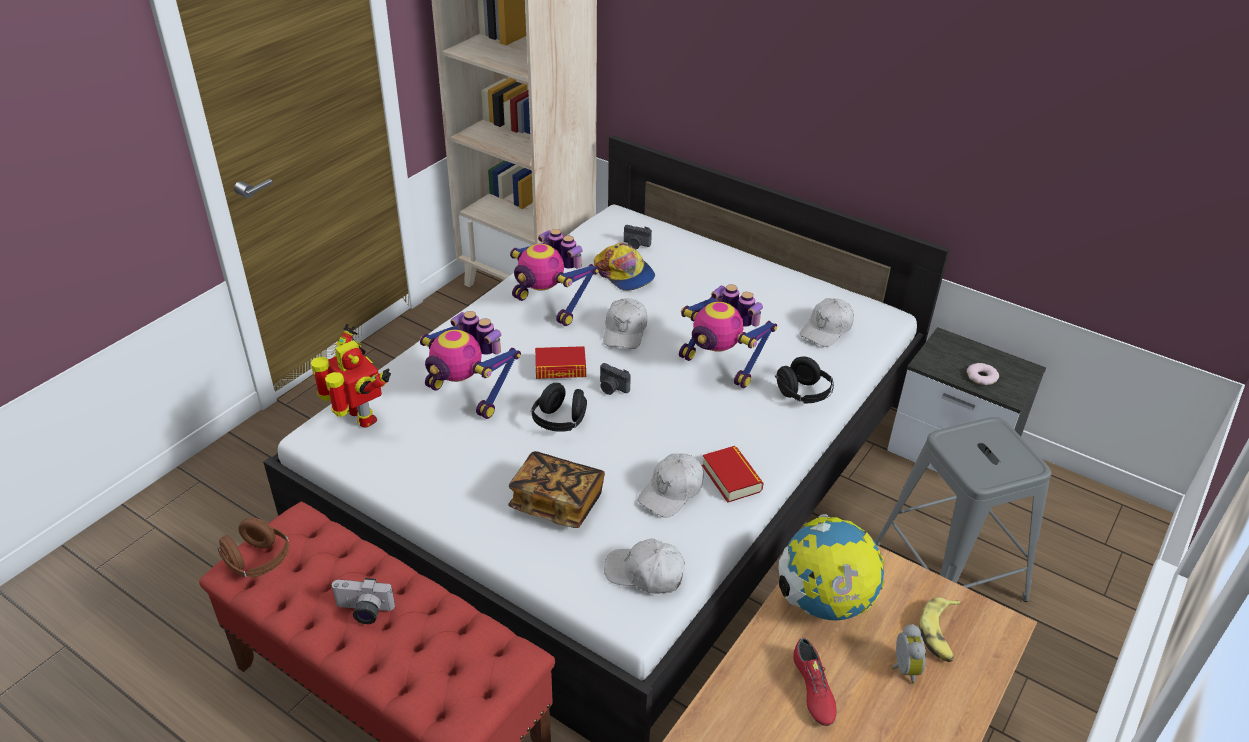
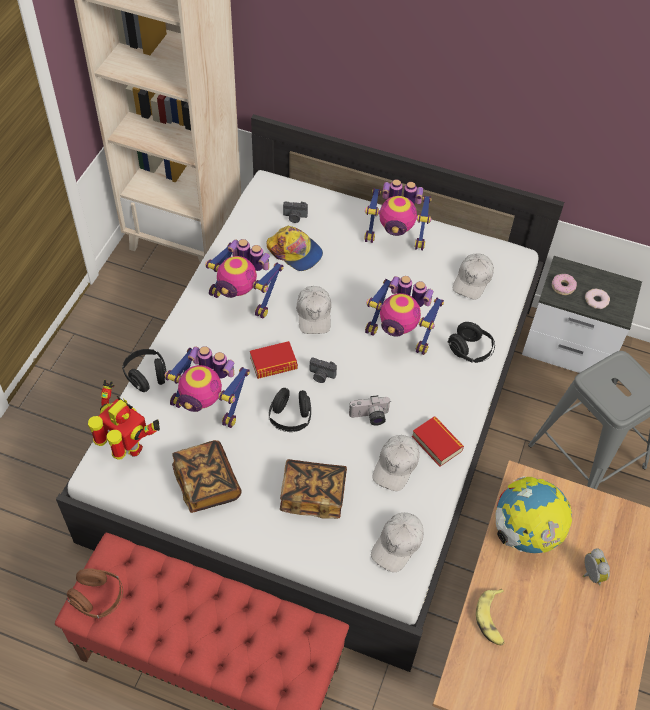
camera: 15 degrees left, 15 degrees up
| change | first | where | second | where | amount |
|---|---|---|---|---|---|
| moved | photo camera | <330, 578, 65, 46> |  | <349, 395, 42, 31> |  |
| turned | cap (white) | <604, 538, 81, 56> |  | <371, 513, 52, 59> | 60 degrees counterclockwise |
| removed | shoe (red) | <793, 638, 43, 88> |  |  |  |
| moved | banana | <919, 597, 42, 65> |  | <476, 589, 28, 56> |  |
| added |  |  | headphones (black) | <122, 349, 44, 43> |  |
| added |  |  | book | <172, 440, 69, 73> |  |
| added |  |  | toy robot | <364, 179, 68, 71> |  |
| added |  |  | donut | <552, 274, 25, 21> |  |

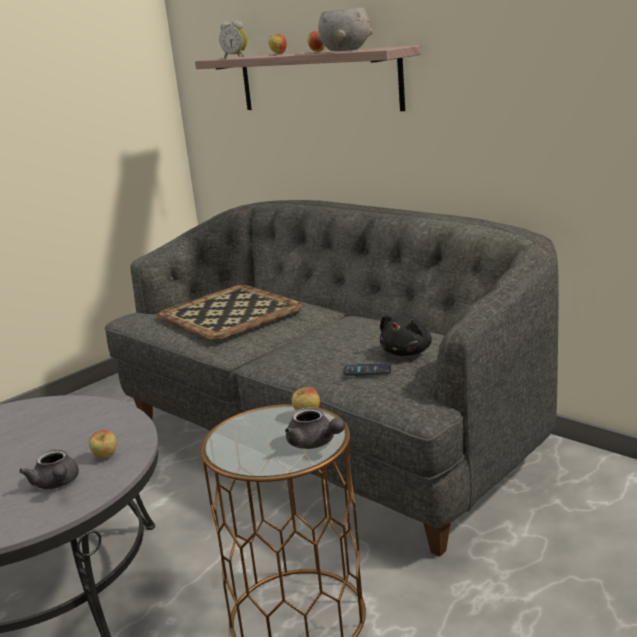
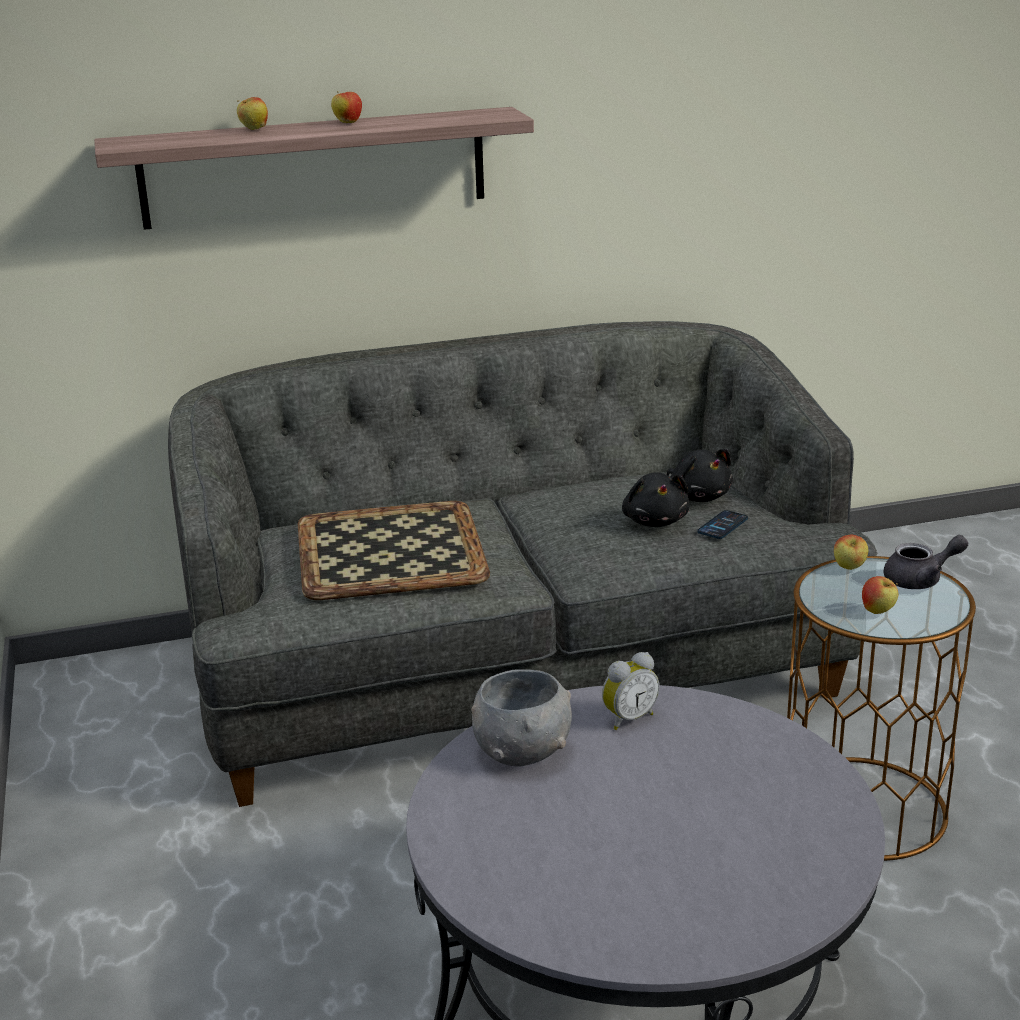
camera: 60 degrees left, 5 degrees up
| change | first | where | second | where | amount |
|---|---|---|---|---|---|
| removed | teapot (grey) | <19, 449, 60, 40> |  |  |  |
| moved | apple | <89, 430, 28, 28> |  | <862, 576, 36, 38> |  |
| moved | alarm clock | <219, 20, 28, 38> |  | <602, 652, 58, 78> |  |
| moved | bowl (grey) | <317, 8, 56, 43> |  | <471, 669, 101, 98> |  |
| added |  |  | plush toy (black) | <622, 472, 67, 55> |  |

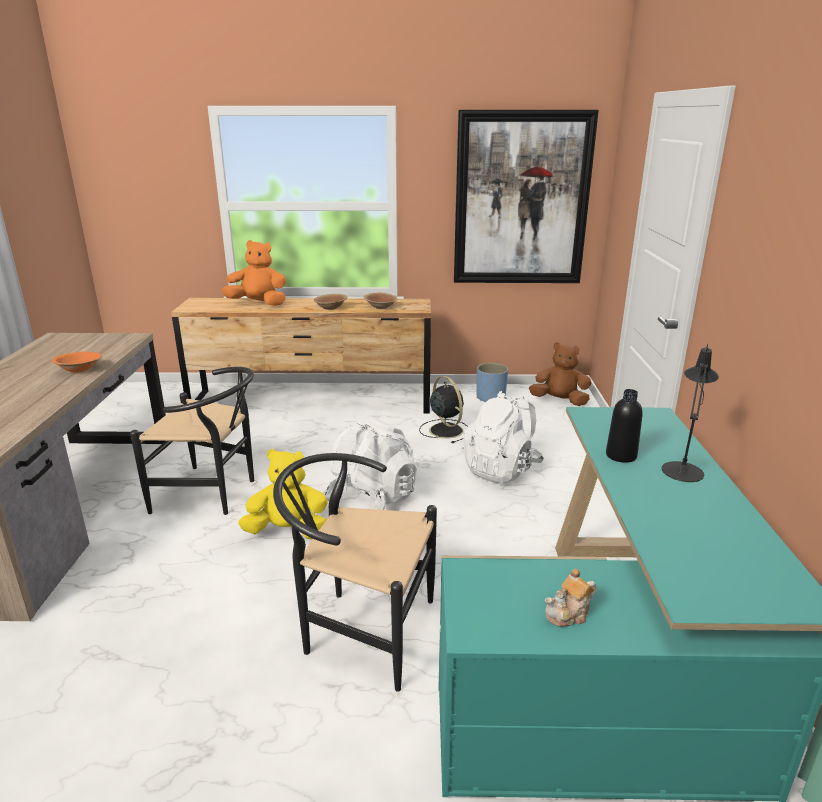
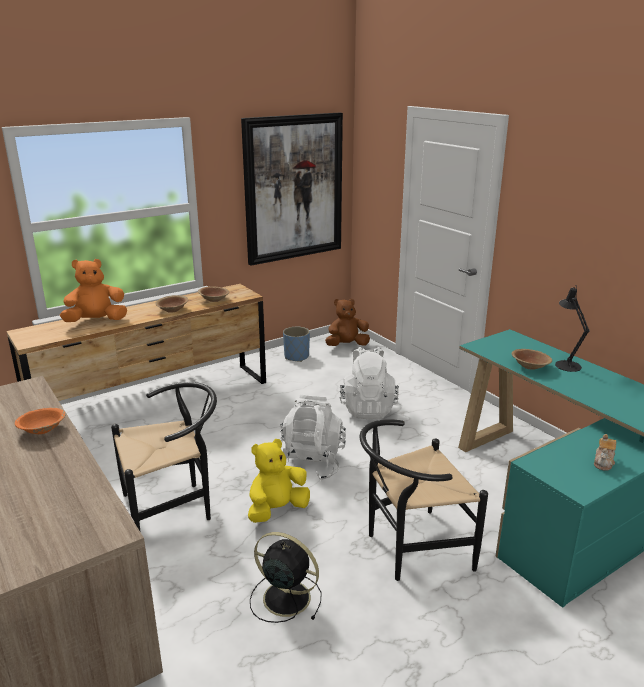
camera: 35 degrees left, 0 degrees up
| change | first | where | second | where | amount |
|---|---|---|---|---|---|
| moved | fan (black) | <419, 376, 49, 67> |  | <250, 532, 72, 91> |  |
| replaced | bottle (black) | <606, 389, 37, 74> | bowl (brown) | <512, 349, 40, 21> |  |

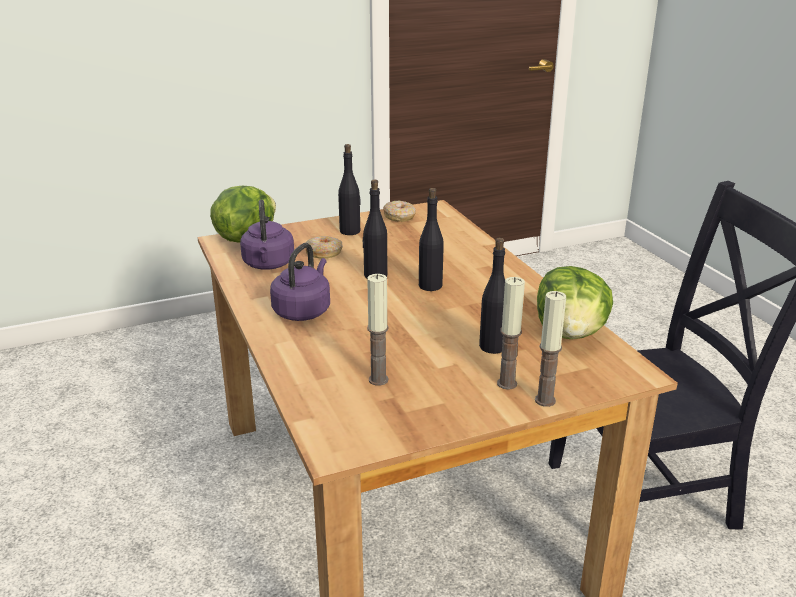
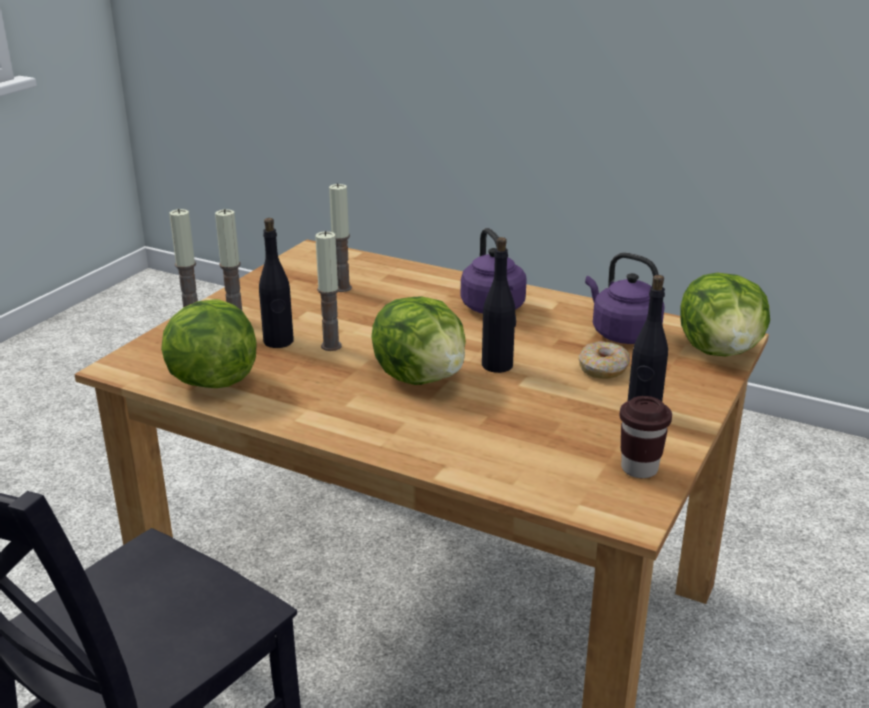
camera: 140 degrees right, 0 degrees up
| change | first | where | second | where | amount |
|---|---|---|---|---|---|
| replaced | donut | <383, 201, 33, 21> | cup (brown) | <620, 396, 52, 82> |  |
| replaced | bottle (black) | <419, 188, 25, 103> | lettuce | <371, 296, 95, 89> |  |
| added |  |  | candle | <315, 231, 27, 120> |  |

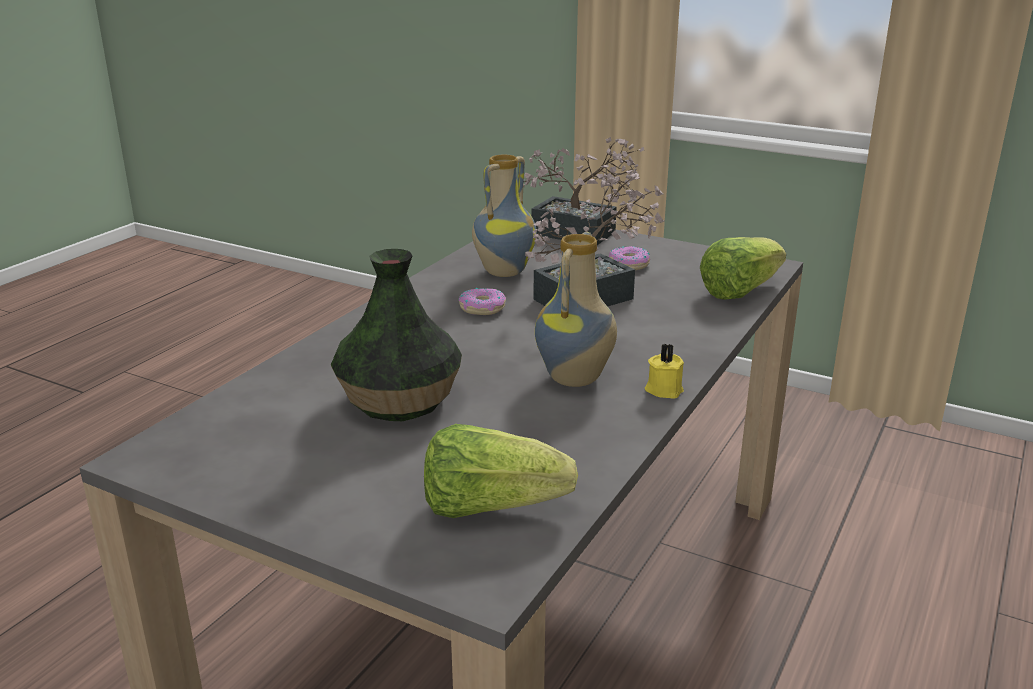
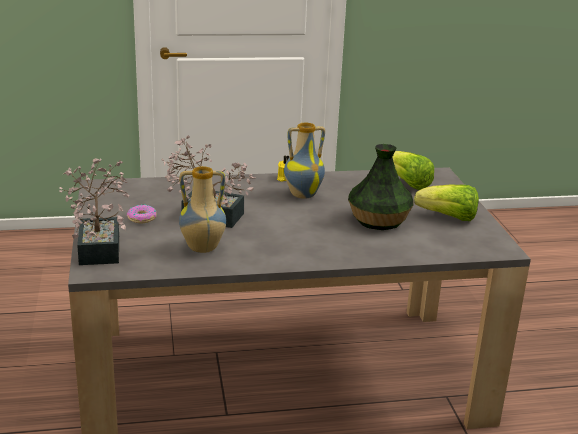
camera: 130 degrees left, 0 degrees up
| change | first | where | second | where | amount |
|---|---|---|---|---|---|
| removed | donut | <459, 288, 47, 27> |  |  |  |
| moved | lettuce | <700, 237, 86, 63> |  | <414, 184, 65, 37> |  |

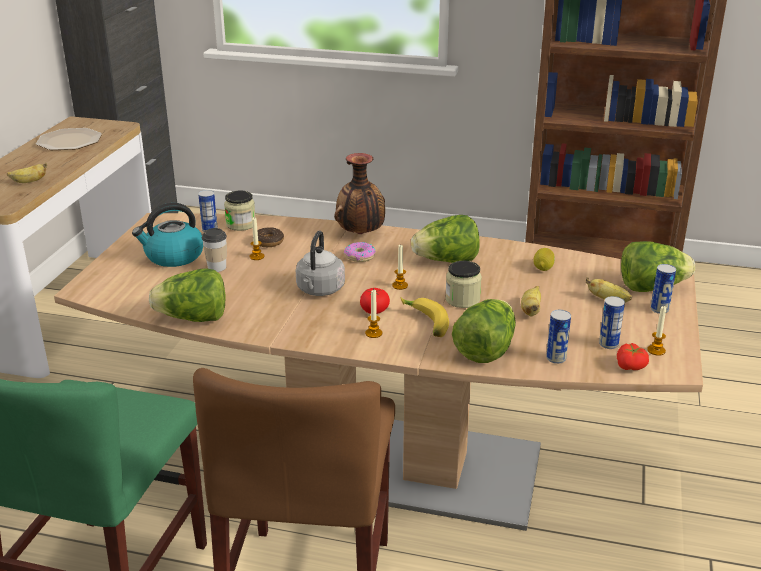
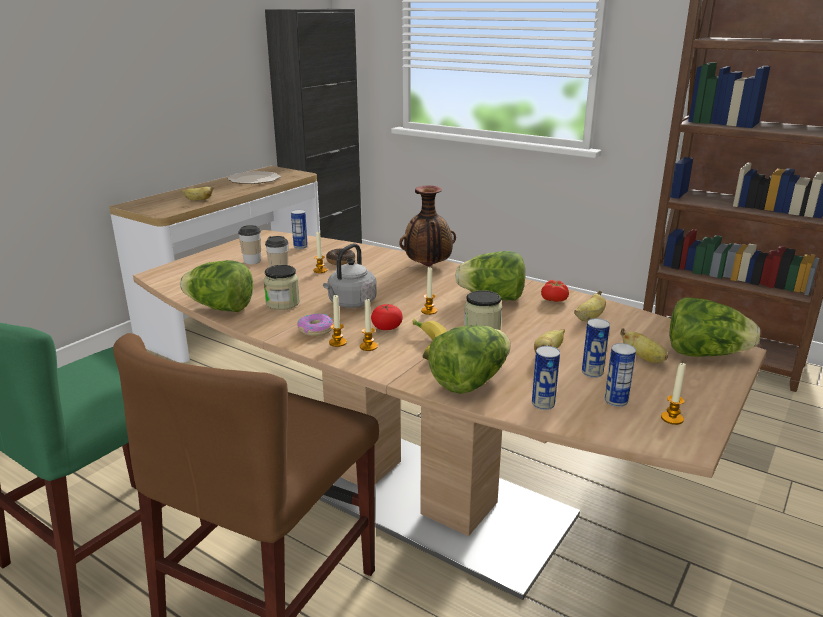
camera: 20 degrees right, 5 degrees down
| change | first | where | second | where | amount |
|---|---|---|---|---|---|
| replaced | kettle | <132, 203, 71, 64> | cup | <238, 225, 23, 39> |  |
| moved | jar | <224, 190, 31, 41> |  | <263, 265, 37, 45> |  |
| moved | donut | <344, 242, 32, 20> |  | <297, 313, 36, 23> |  |
| replaced | lemon | <533, 248, 22, 23> | banana | <574, 291, 32, 30> |  |
| moved | tomato | <617, 343, 32, 27> |  | <541, 280, 28, 22> |  |
| moved | can | <651, 264, 25, 50> |  | <582, 318, 28, 60> |  |
| added |  |  | candle | <329, 294, 18, 53> |  |

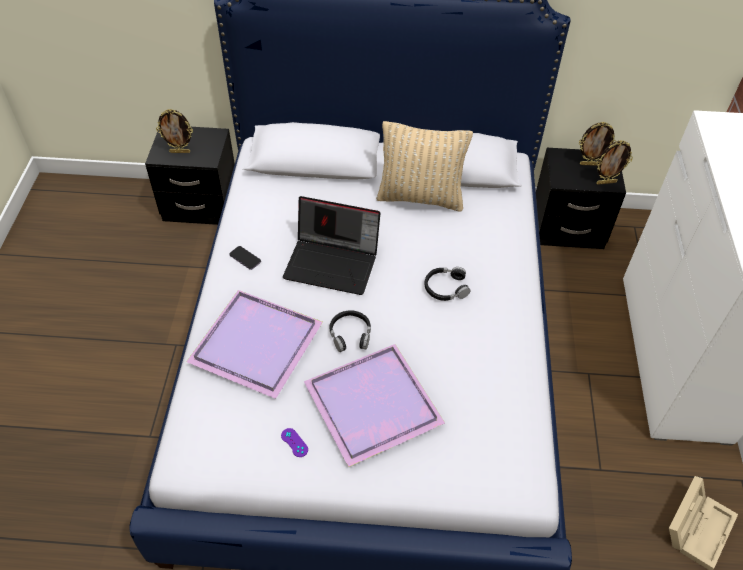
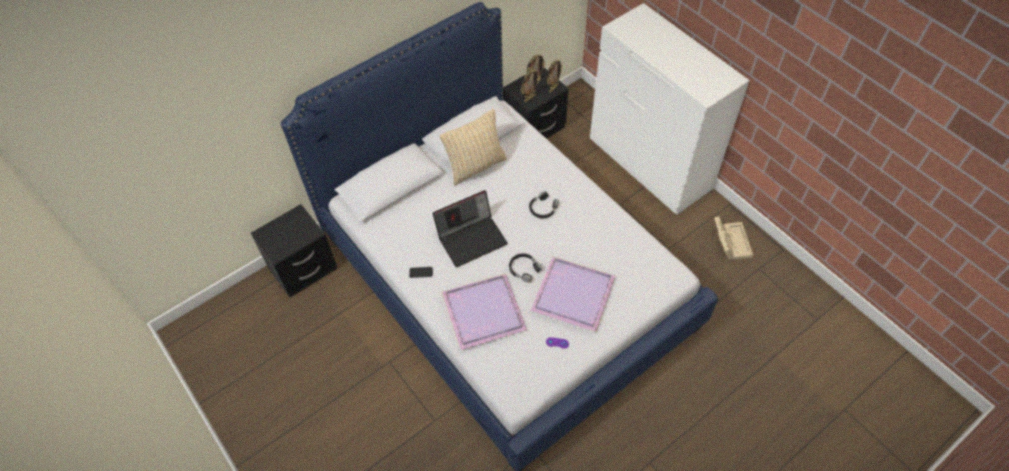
camera: 40 degrees left, 5 degrees up
| change | first | where | second | where | amount |
|---|---|---|---|---|---|
| moved | picture frame | <156, 109, 37, 44> |  | <521, 70, 19, 32> |  |

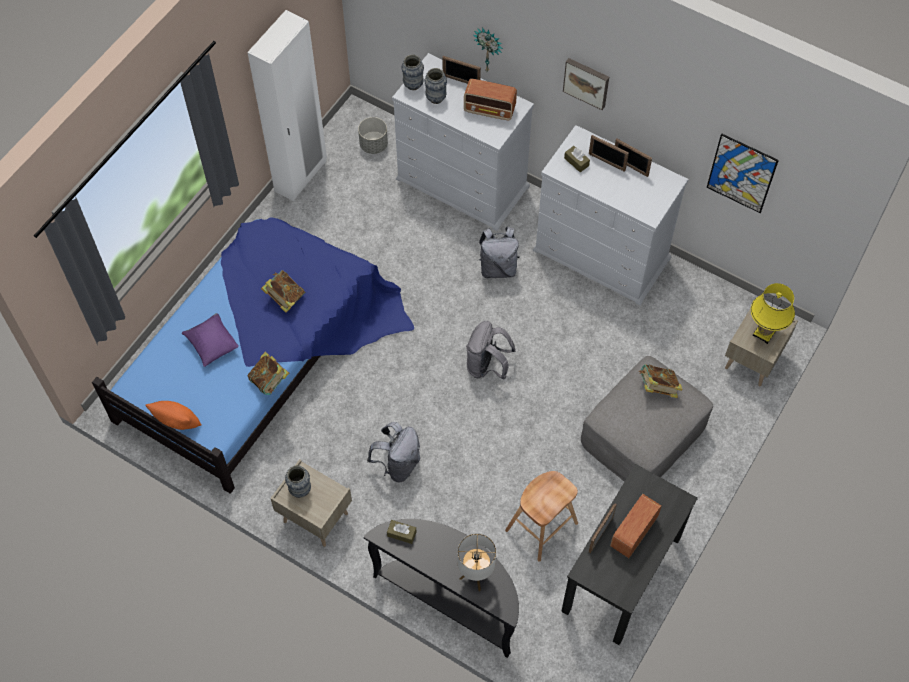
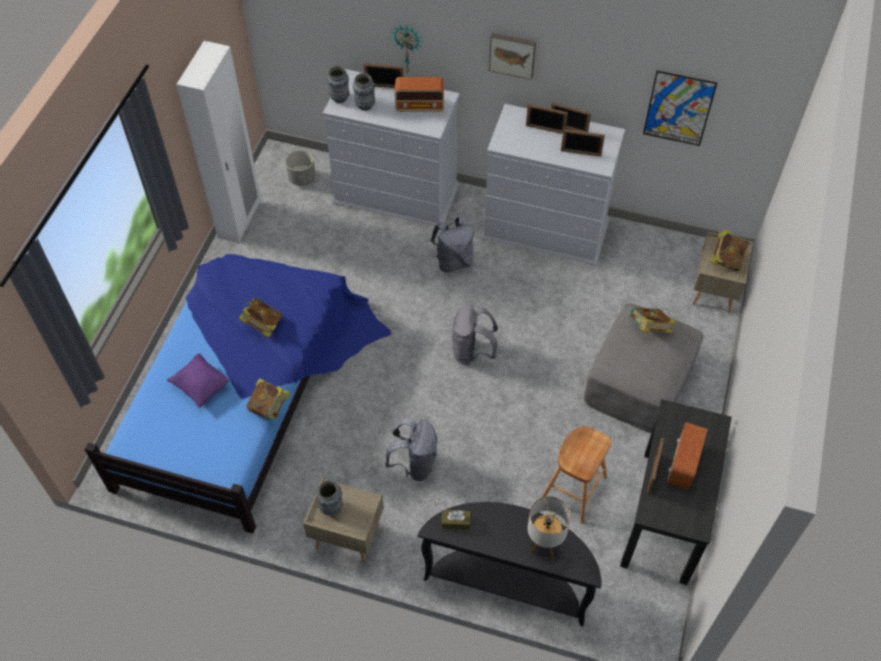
camera: 15 degrees left, 5 degrees down
| change | first | where | second | where | amount |
|---|---|---|---|---|---|
| removed | pillow (orange) | <145, 401, 56, 29> |  |  |  |
| removed | tissue box (brown) | <564, 146, 26, 26> |  |  |  |
| replaced | table lamp (yellow) | <751, 283, 44, 61> | book | <710, 229, 38, 42> |  |
| added |  |  | picture frame | <561, 129, 44, 28> |  |

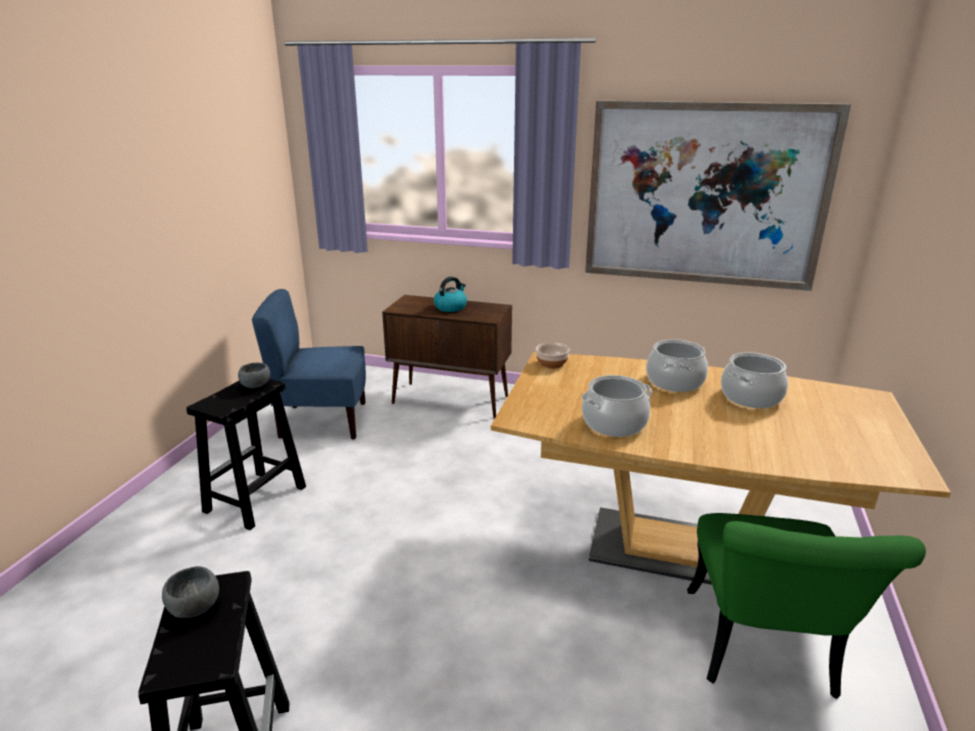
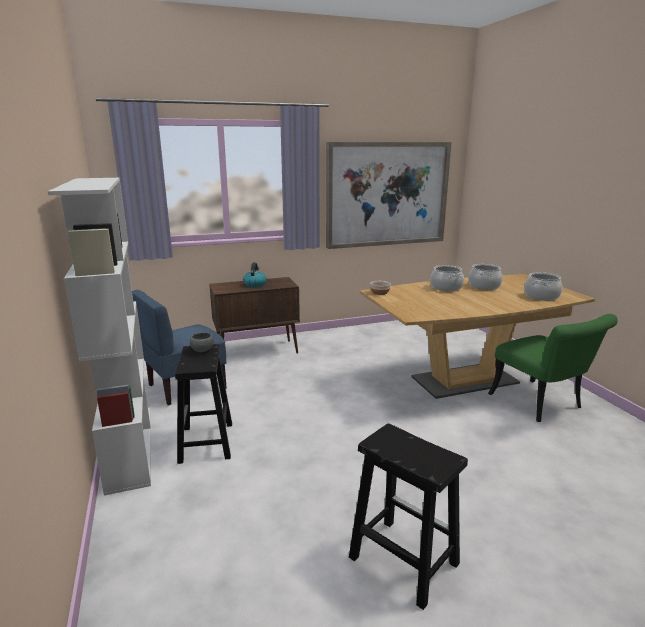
camera: 35 degrees left, 5 degrees down
| change | first | where | second | where | amount |
|---|---|---|---|---|---|
| removed | bowl (grey) | <162, 566, 57, 52> |  |  |  |
| moved | cooking pot | <581, 375, 71, 62> |  | <524, 272, 39, 28> |  |
| added |  |  | bookcase (white) | <48, 178, 103, 318> |  |

